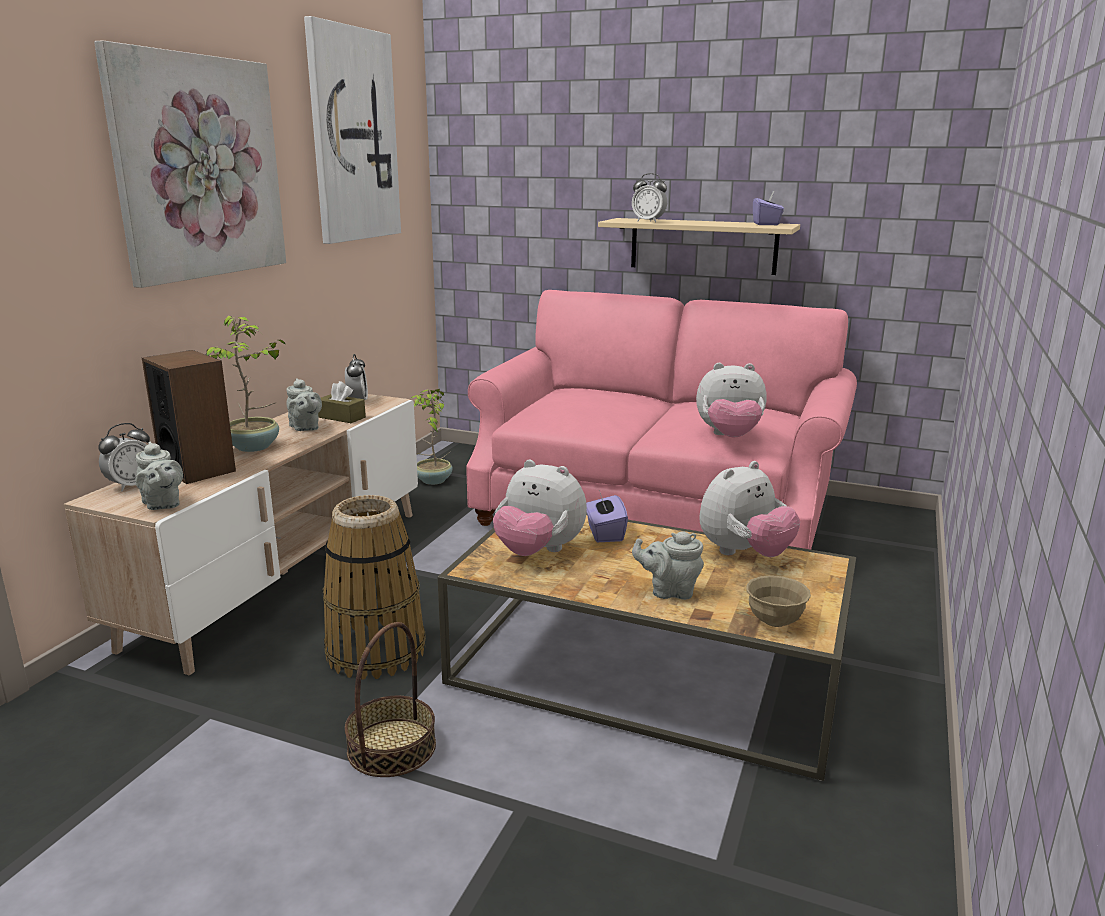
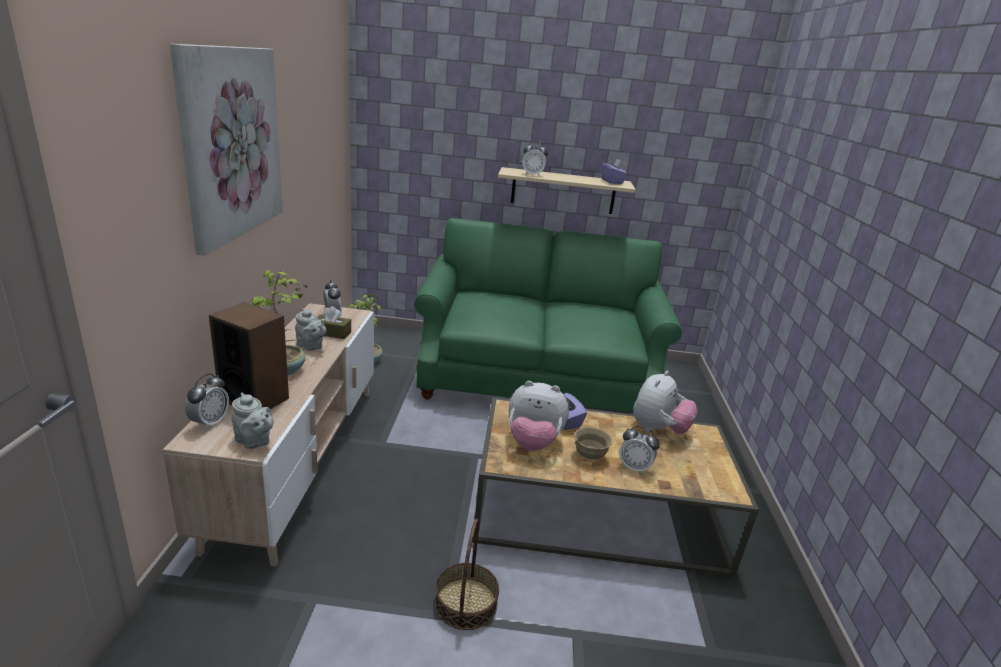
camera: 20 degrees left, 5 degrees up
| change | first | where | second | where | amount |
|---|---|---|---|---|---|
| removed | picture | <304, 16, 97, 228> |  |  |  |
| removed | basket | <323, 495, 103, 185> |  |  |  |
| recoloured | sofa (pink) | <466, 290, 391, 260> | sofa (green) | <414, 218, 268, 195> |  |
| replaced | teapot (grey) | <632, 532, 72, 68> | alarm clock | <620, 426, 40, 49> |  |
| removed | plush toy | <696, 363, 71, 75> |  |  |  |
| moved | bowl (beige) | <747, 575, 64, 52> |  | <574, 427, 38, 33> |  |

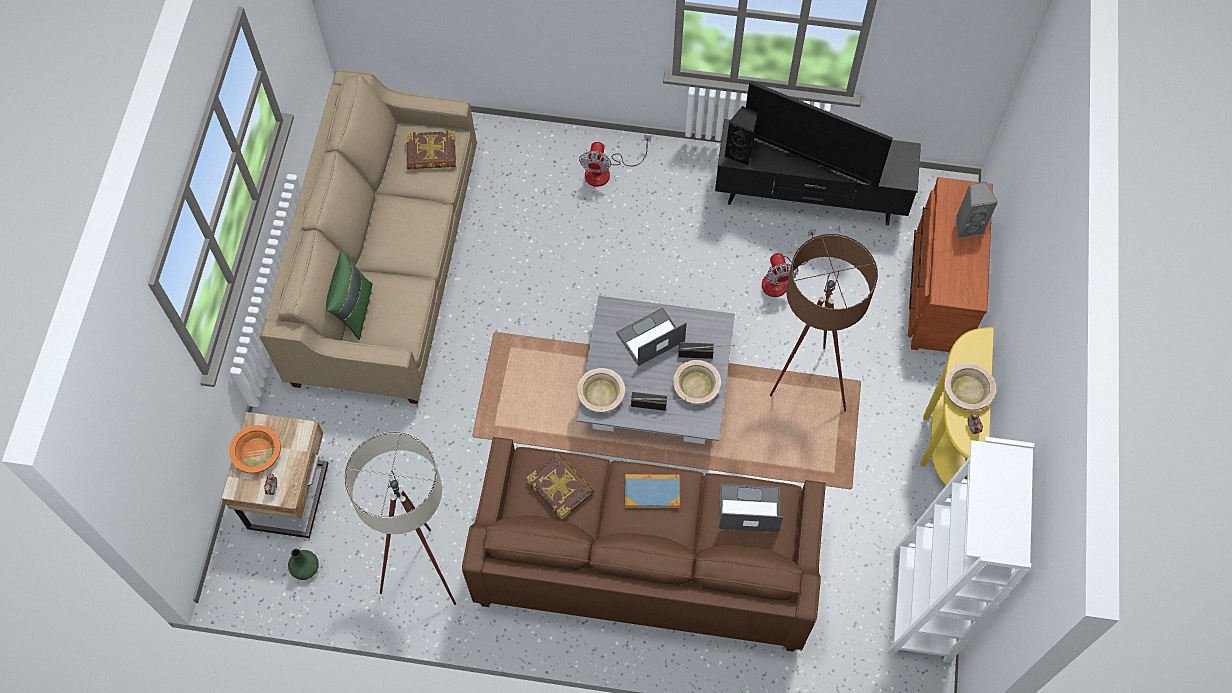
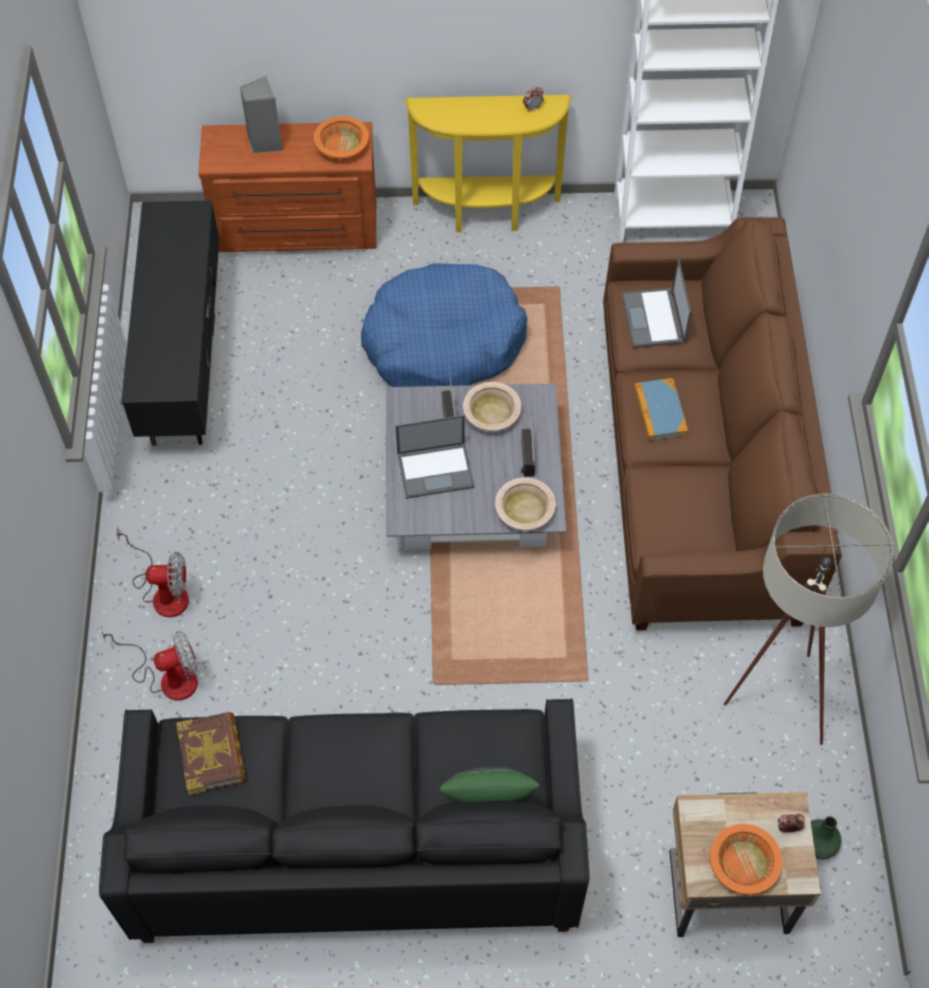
camera: 100 degrees left, 5 degrees down
| change | first | where | second | where | amount |
|---|---|---|---|---|---|
| recoloured | sofa (beige) | <260, 69, 217, 335> | sofa (black) | <99, 699, 490, 244> |  |
| removed | book | <526, 453, 68, 67> |  |  |  |
| turned | laptop | <616, 307, 71, 59> |  | <395, 415, 80, 84> | 60 degrees counterclockwise |
| removed | speaker (black) | <724, 106, 34, 60> |  |  |  |
| removed | television | <746, 81, 147, 107> |  |  |  |
| moved | fan | <762, 229, 54, 68> |  | <100, 628, 98, 73> |  |
| replaced | floor lamp (brown) | <770, 234, 108, 178> | dog bed (blue) | <361, 263, 166, 124> |  |
| removed | bowl (beige) | <944, 363, 52, 48> |  |  |  |
| added |  |  | bowl (orange) | <314, 116, 55, 43> |  |

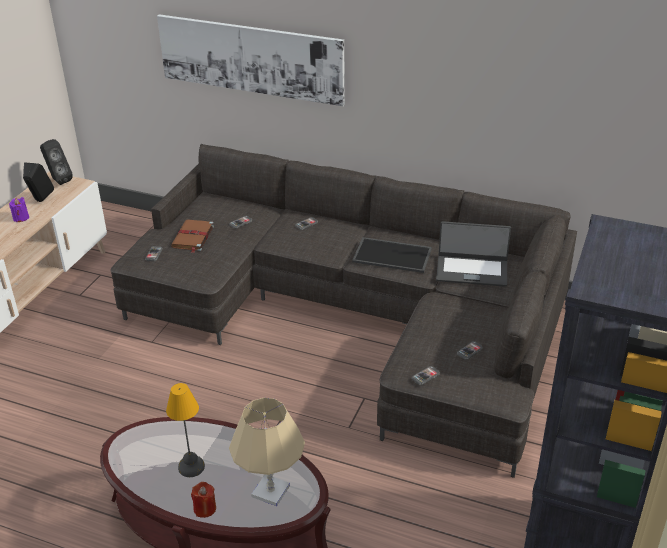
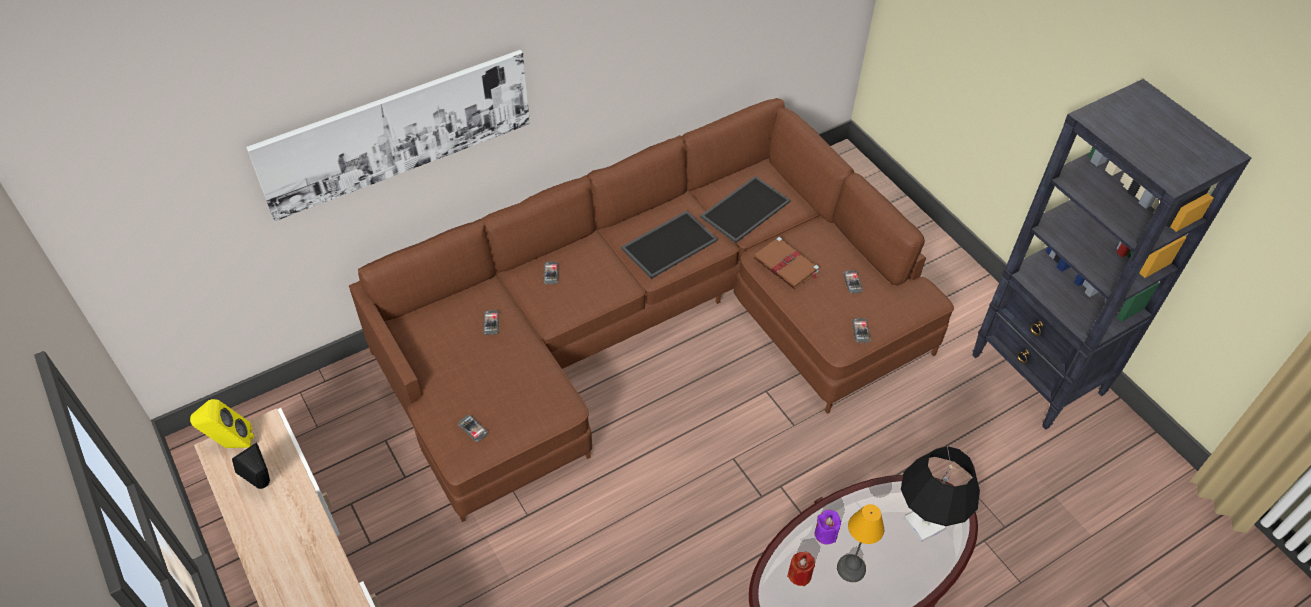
camera: 55 degrees left, 15 degrees up
| change | first | where | second | where | amount |
|---|---|---|---|---|---|
| moved | candle (purple) | <9, 197, 20, 25> |  | <815, 510, 26, 34> |  |
| recoloured | speaker (black) | <40, 139, 33, 46> | speaker (yellow) | <190, 399, 64, 49> |  |
| recoloured | sofa (grey) | <110, 144, 467, 334> | sofa (brown) | <349, 98, 605, 424> |  |
| moved | book (brown) | <171, 219, 43, 34> |  | <754, 237, 65, 52> |  |
| moved | candle (red) | <191, 482, 25, 36> |  | <787, 552, 28, 34> |  |
| recoloured | table lamp (beige) | <229, 398, 76, 108> | table lamp (black) | <901, 446, 79, 96> |  |
| replaced | laptop | <436, 221, 75, 66> | tray | <700, 176, 91, 67> |  |

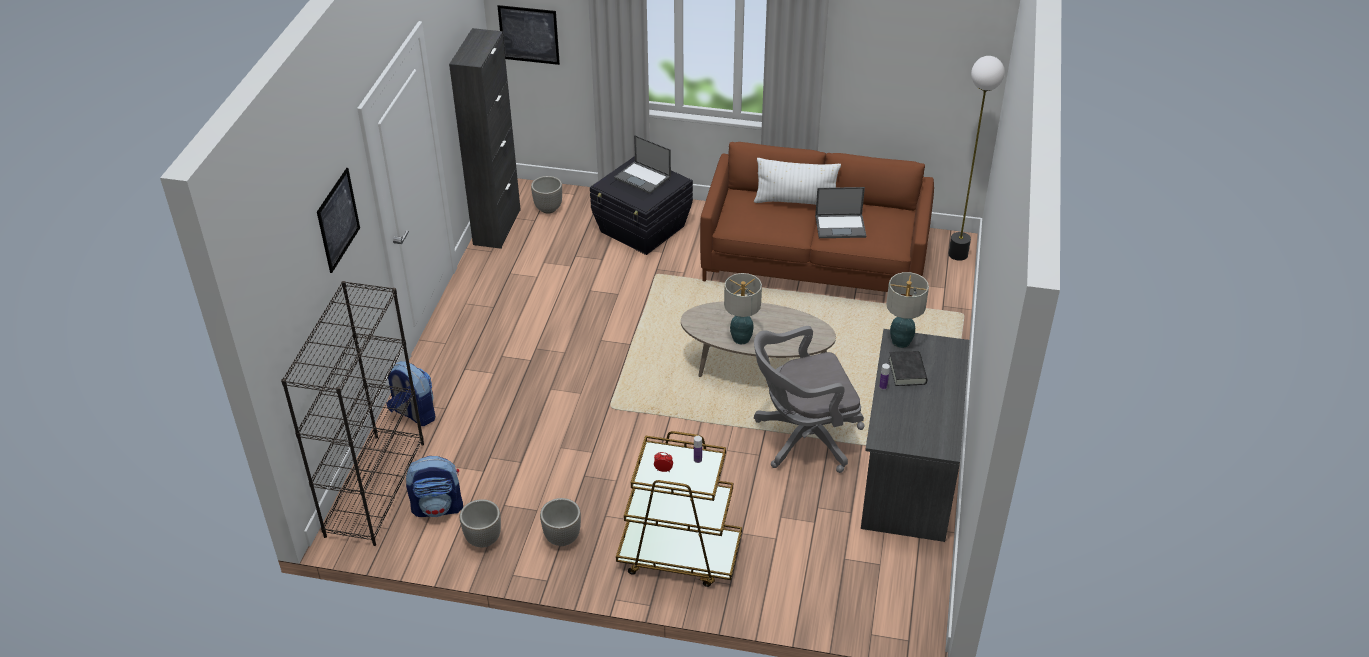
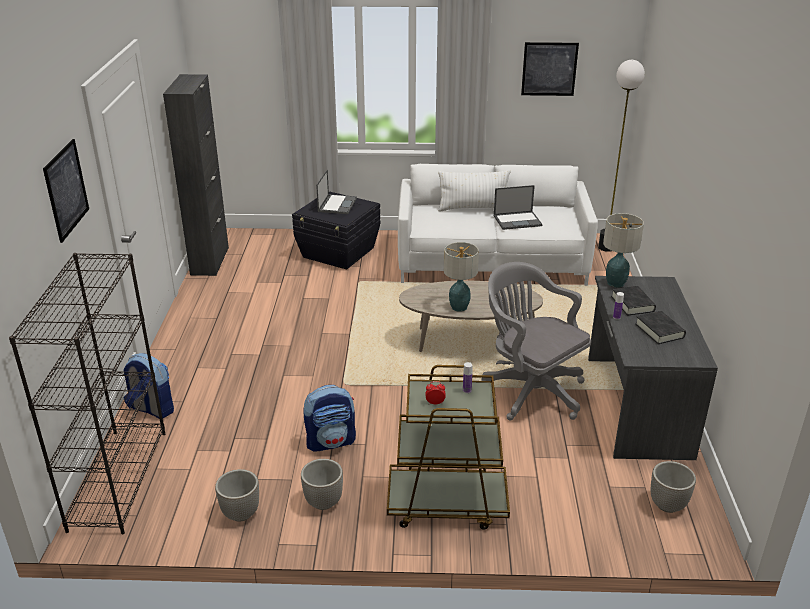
camera: 10 degrees left, 10 degrees down
| change | first | where | second | where | amount |
|---|---|---|---|---|---|
| moved | backpack | <406, 456, 57, 61> |  | <303, 385, 53, 67> |  |
| moved | picture | <498, 5, 62, 60> |  | <521, 42, 58, 54> |  |
| moved | planter | <531, 176, 31, 38> |  | <651, 461, 45, 52> |  |
| turned | laptop | <614, 135, 57, 59> |  | <316, 170, 41, 44> | 105 degrees counterclockwise |
| recoloured | sofa (brown) | <700, 142, 234, 154> | sofa (white) | <398, 164, 200, 122> |  |
| turned | office chair (grey) | <754, 326, 110, 147> |  | <482, 262, 109, 159> | 75 degrees clockwise |
| added |  |  | book (black) | <636, 311, 50, 33> |  |

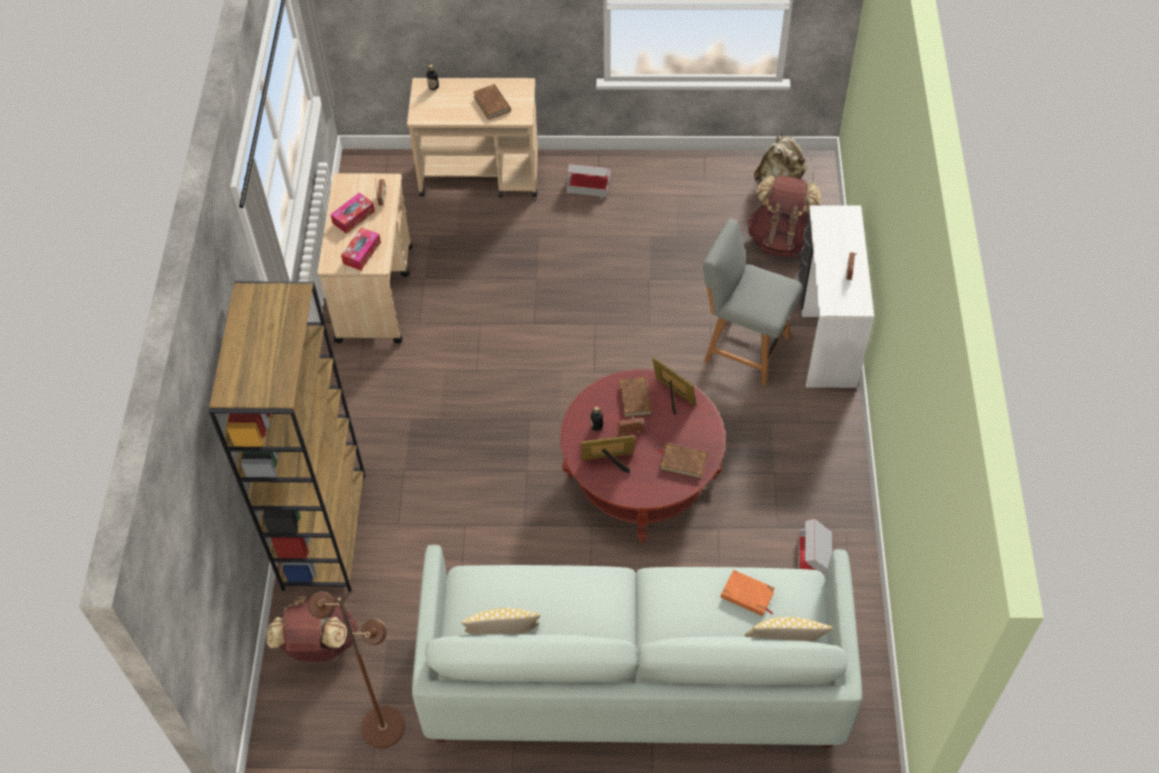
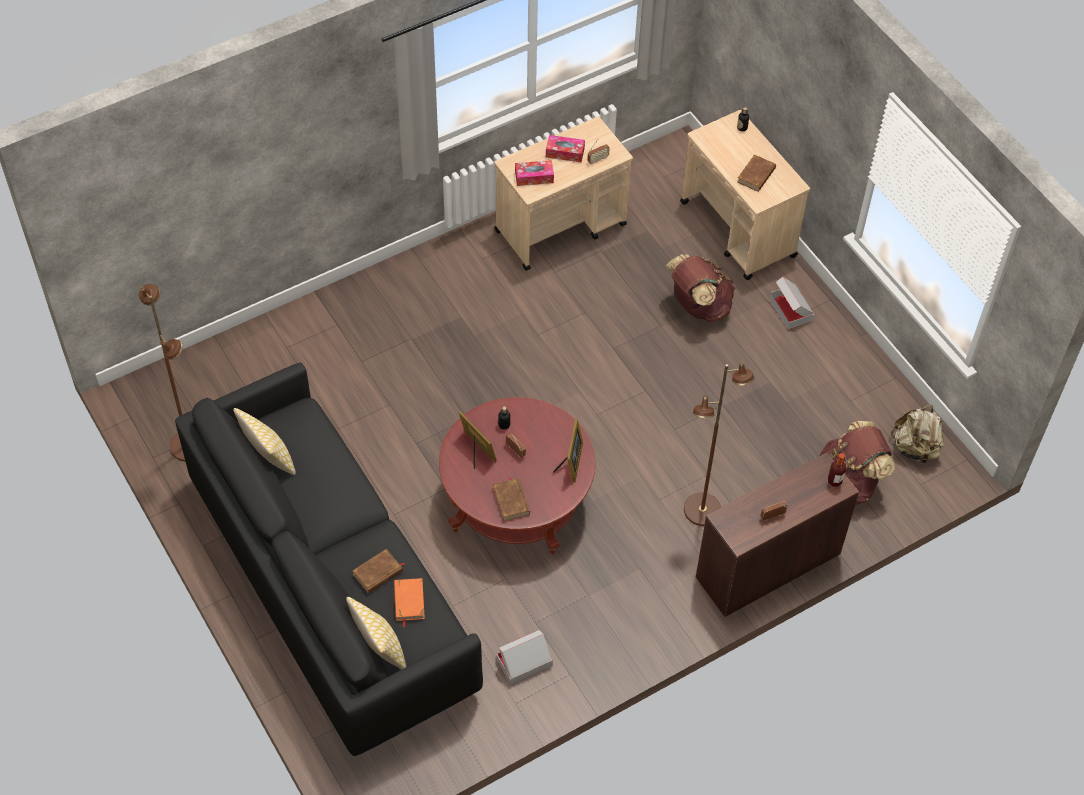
camera: 55 degrees right, 0 degrees up
| change | first | where | second | where | amount |
|---|---|---|---|---|---|
| removed | bookcase (brown) | <209, 281, 156, 311> |  |  |  |
| moved | backpack (brown) | <267, 595, 91, 67> |  | <666, 254, 69, 68> |  |
| recoloured | sofa (white) | <412, 545, 450, 203> | sofa (black) | <175, 363, 308, 393> |  |
| moved | book (brown) | <619, 376, 33, 41> |  | <352, 549, 53, 45> |  |
| replaced | chair (grey) | <703, 219, 100, 167> | floor lamp (brown) | <684, 362, 70, 164> |  |
| recoloured | desk (white) | <797, 205, 77, 183> | desk (brown) | <696, 453, 163, 164> |  |
| added |  |  | bottle | <828, 453, 18, 34> |  |

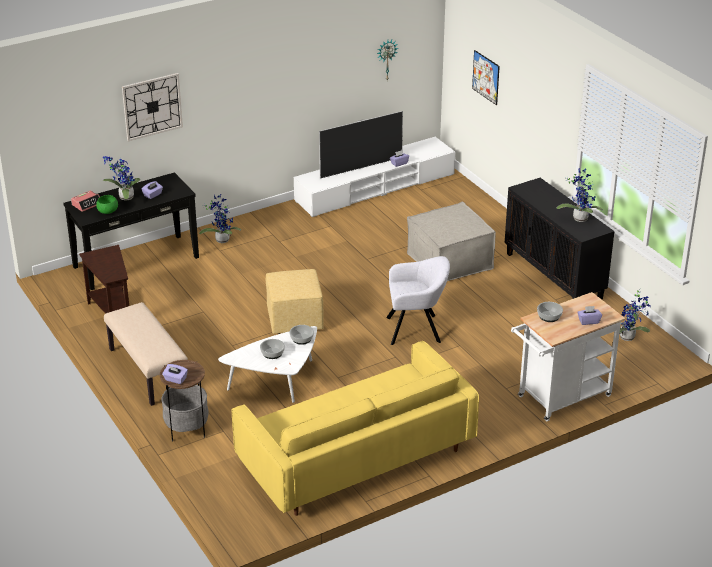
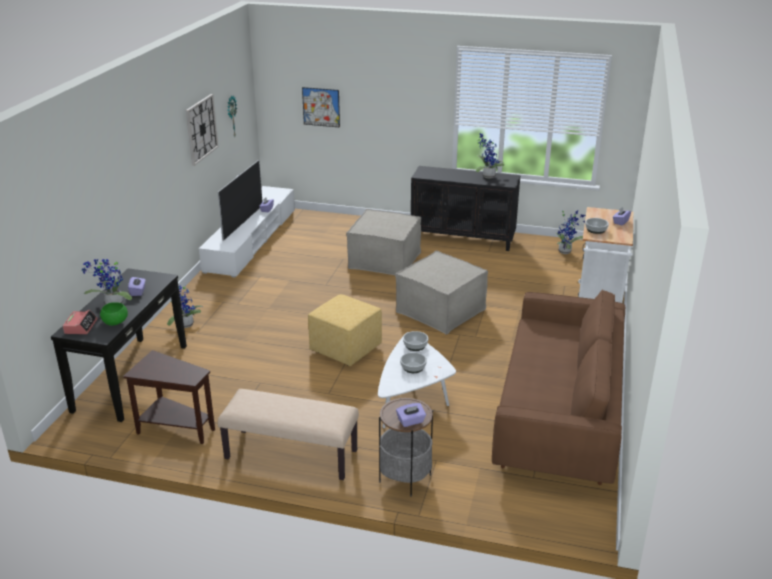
camera: 45 degrees left, 5 degrees down
| change | first | where | second | where | amount |
|---|---|---|---|---|---|
| moved | wall clock | <122, 73, 61, 68> |  | <186, 94, 32, 72> |  |
| recoloured | sofa (yellow) | <232, 341, 247, 175> | sofa (brown) | <492, 290, 133, 195> |  |
| replaced | armchair (grey) | <386, 256, 64, 89> | ottoman (beige) | <395, 251, 93, 84> |  |

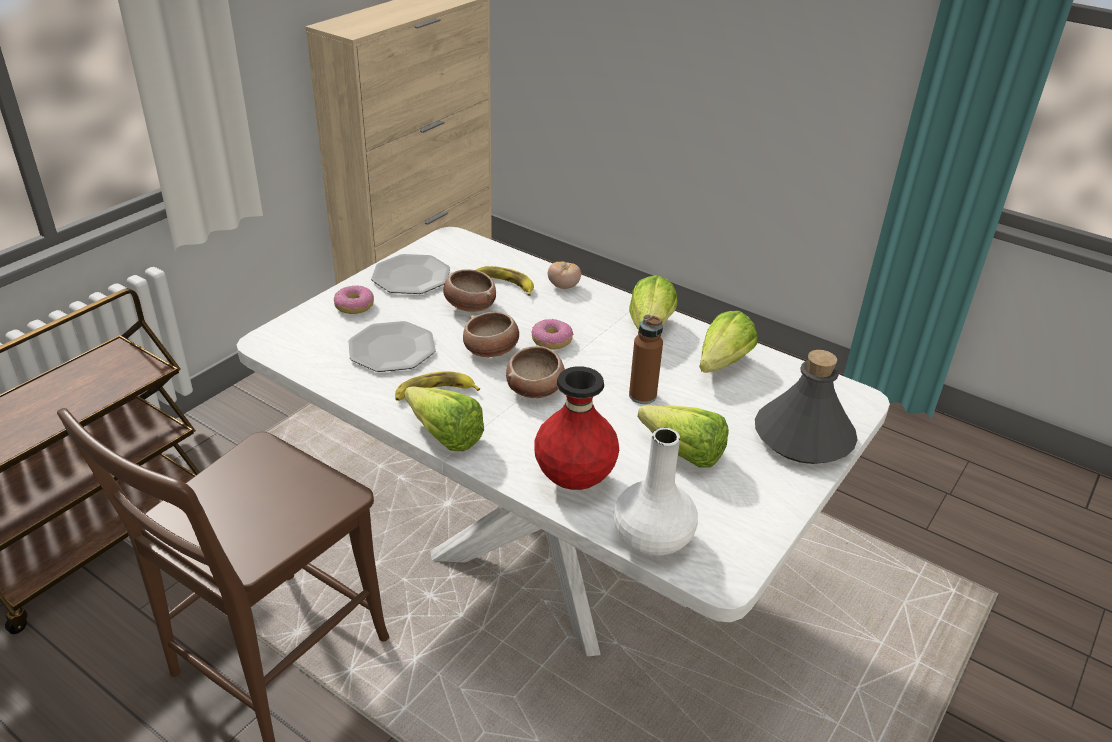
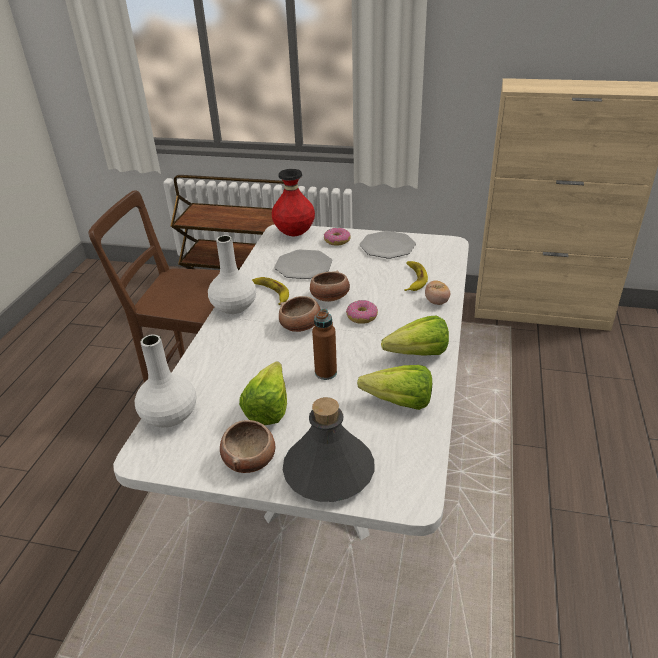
camera: 70 degrees right, 0 degrees up
| change | first | where | second | where | amount |
|---|---|---|---|---|---|
| replaced | lettuce | <404, 387, 80, 64> | vase (white) | <208, 235, 48, 79> |  |
| moved | bowl | <443, 269, 53, 43> |  | <220, 420, 55, 53> |  |
| moved | vase (red) | <534, 366, 85, 124> |  | <272, 169, 43, 67> |  |

